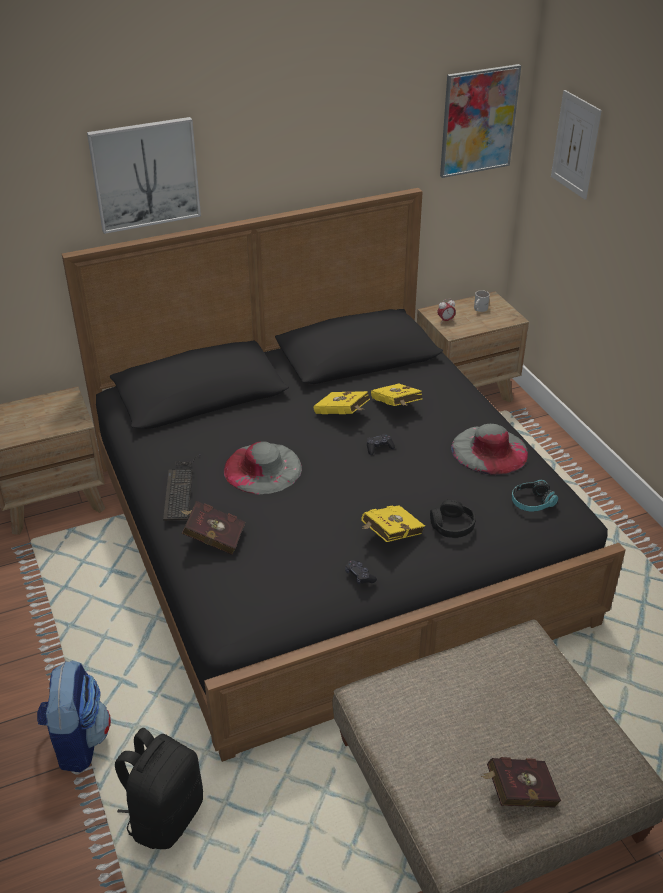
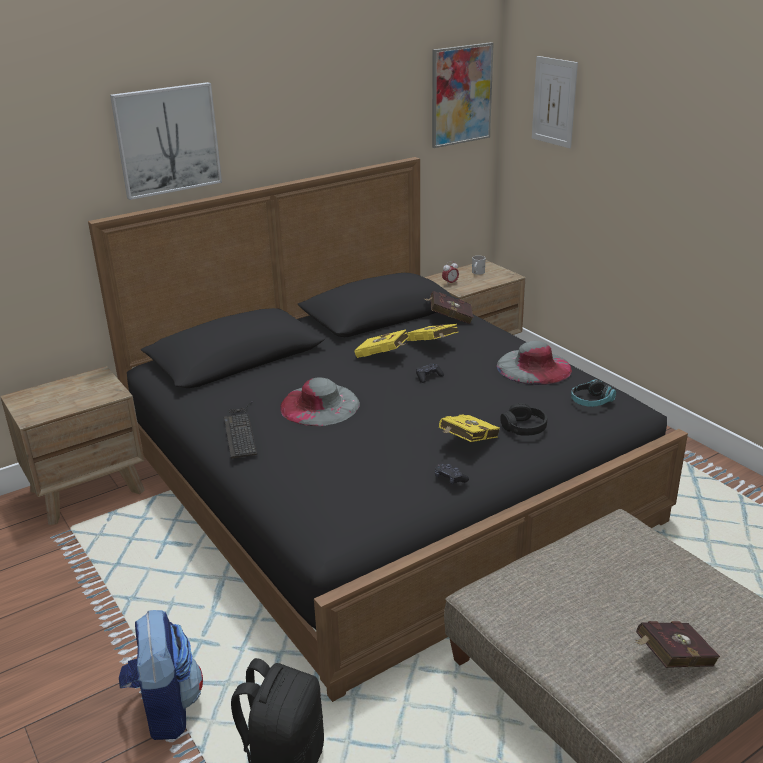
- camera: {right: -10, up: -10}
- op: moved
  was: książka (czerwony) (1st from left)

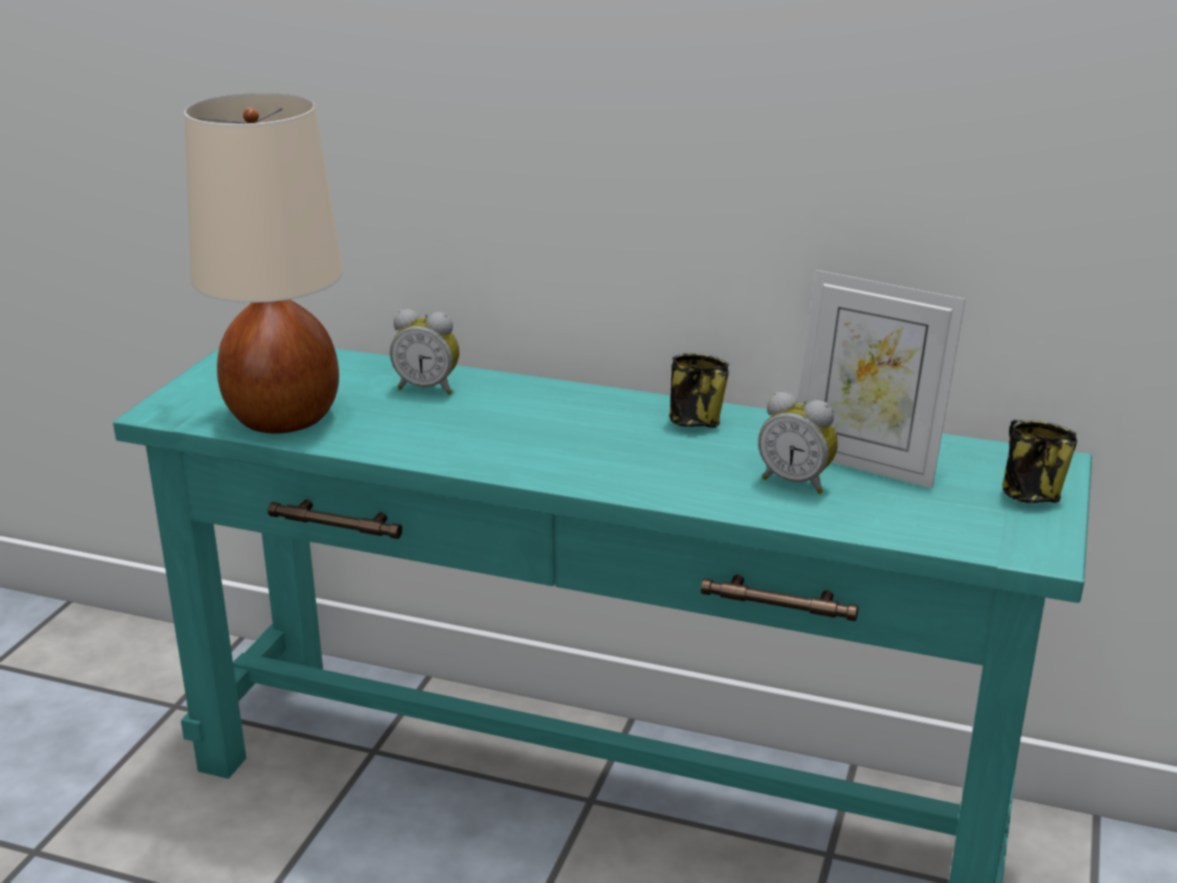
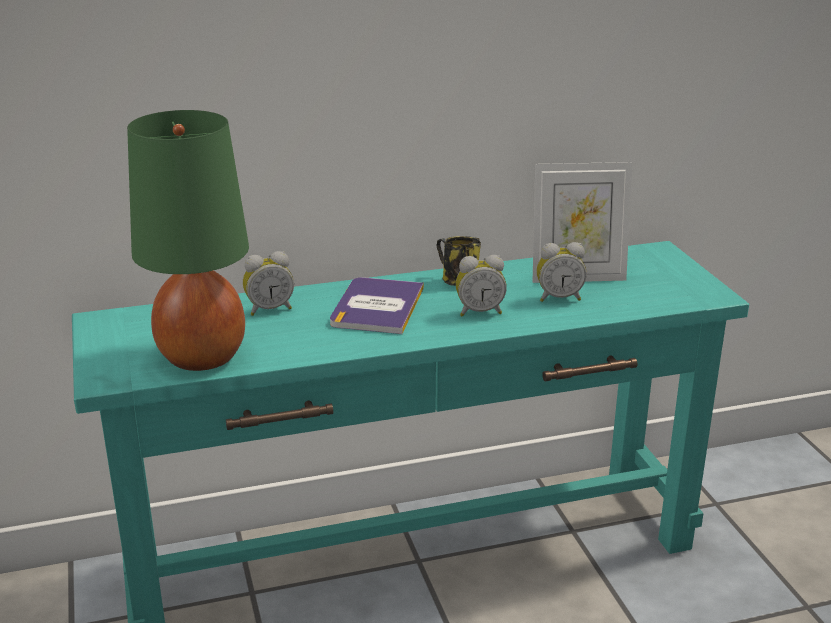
- camera: {right: -35, up: 0}
- op: recoloured
  was: lampa stołowa (beżowy)
  now: lampa stołowa (zielony)
- op: removed
  was: kubek (2nd from left)
- op: added
  now: książka
- op: added
  now: budzik (2nd from left)

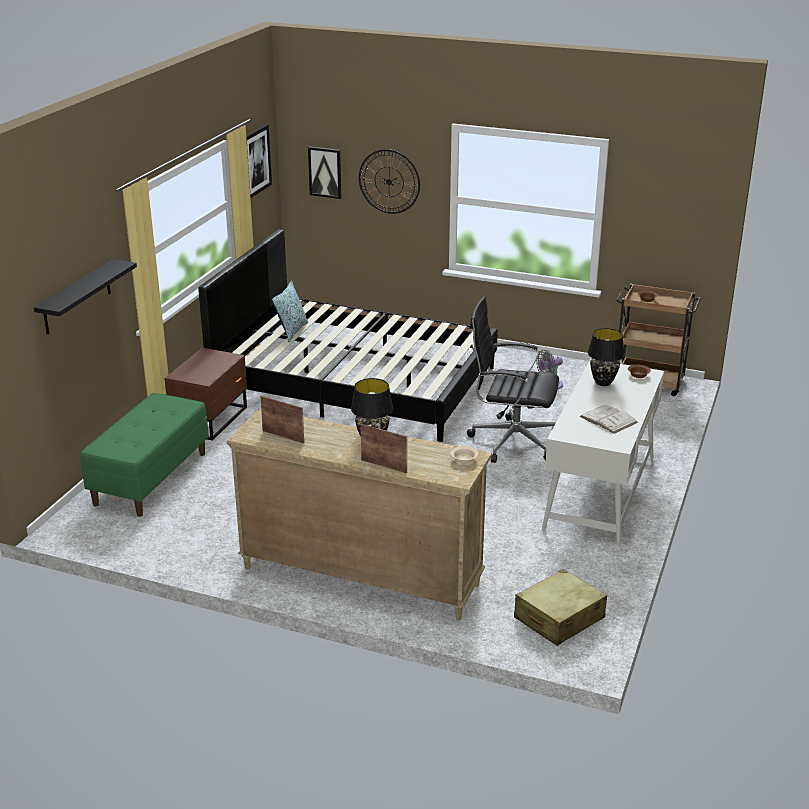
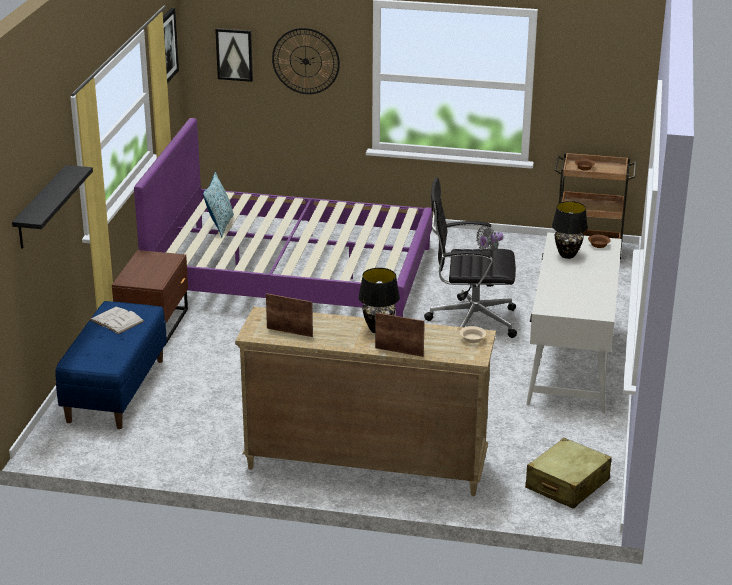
- camera: {right: -10, up: 0}
- op: recoloured
  was: ławka (zielony)
  now: ławka (niebieski)
- op: recoloured
  was: łóżko (czarny)
  now: łóżko (fioletowy)
- op: moved
  was: książka (biały)

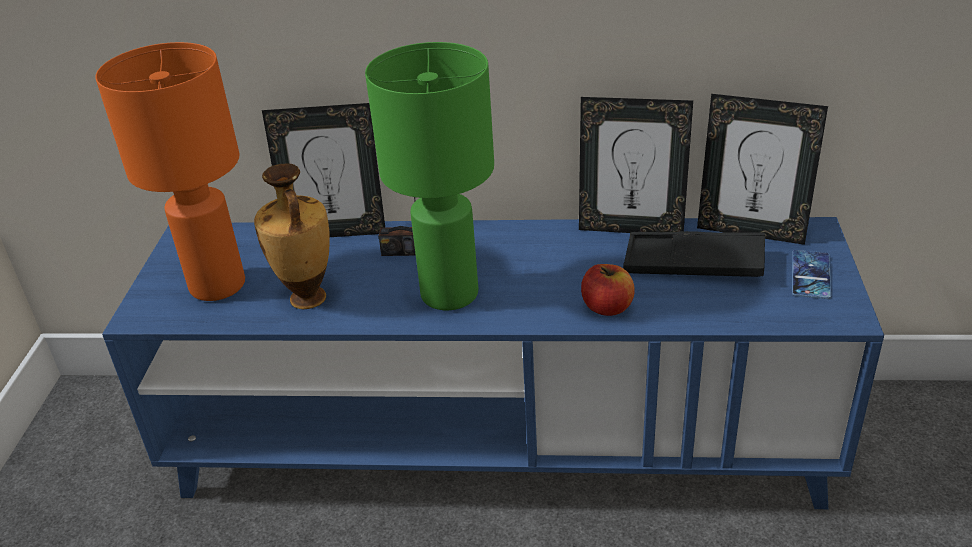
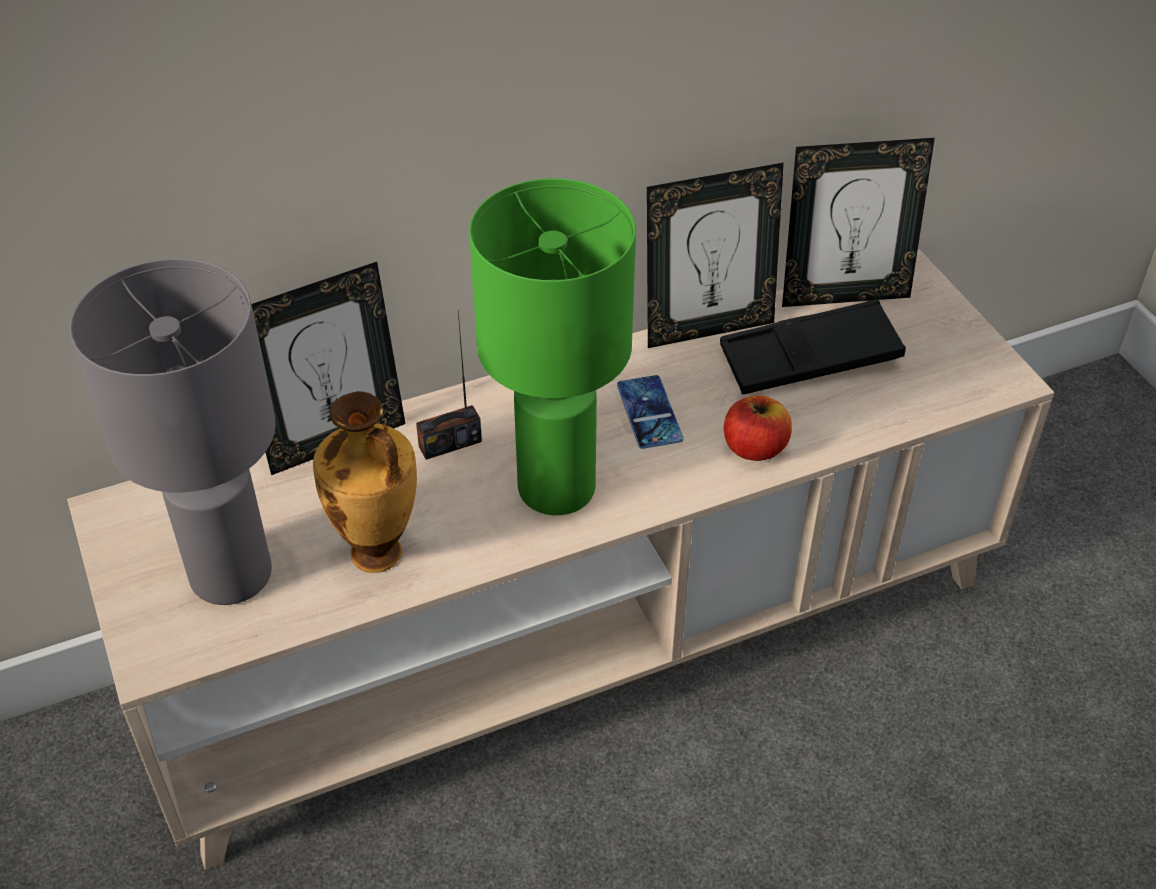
- camera: {right: -30, up: 10}
- op: recoloured
  was: lampa stołowa (pomarańczowy)
  now: lampa stołowa (szary)
- op: recoloured
  was: szafka pod telewizor (niebieski)
  now: szafka pod telewizor (beżowy)
- op: moved
  was: telefon

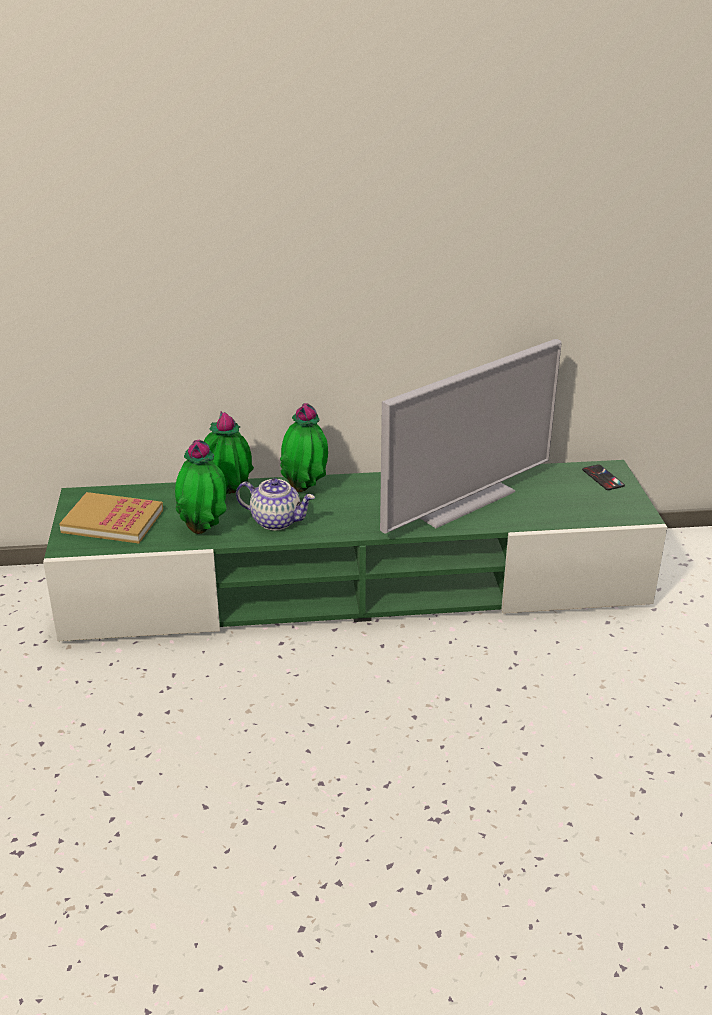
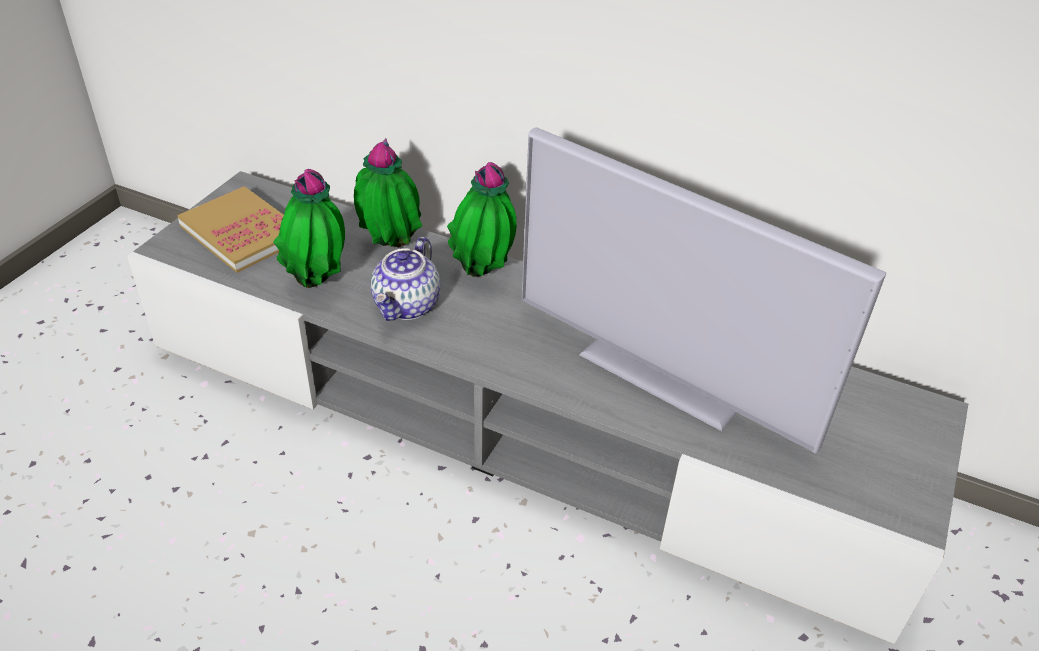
- camera: {right: 30, up: 10}
- op: recoloured
  was: szafka pod telewizor (zielony)
  now: szafka pod telewizor (szary)
- op: turned
  was: imbryk
  clockwise: 60
- op: turned
  was: telewizor
  clockwise: 45
- op: removed
  was: telefon

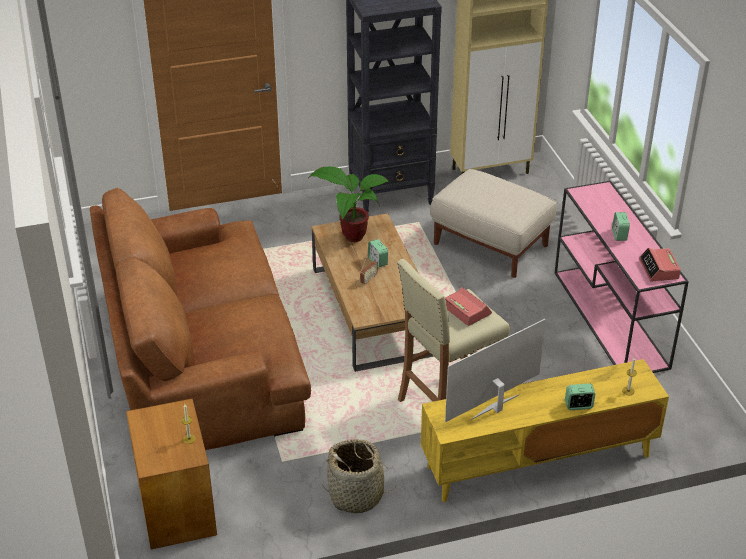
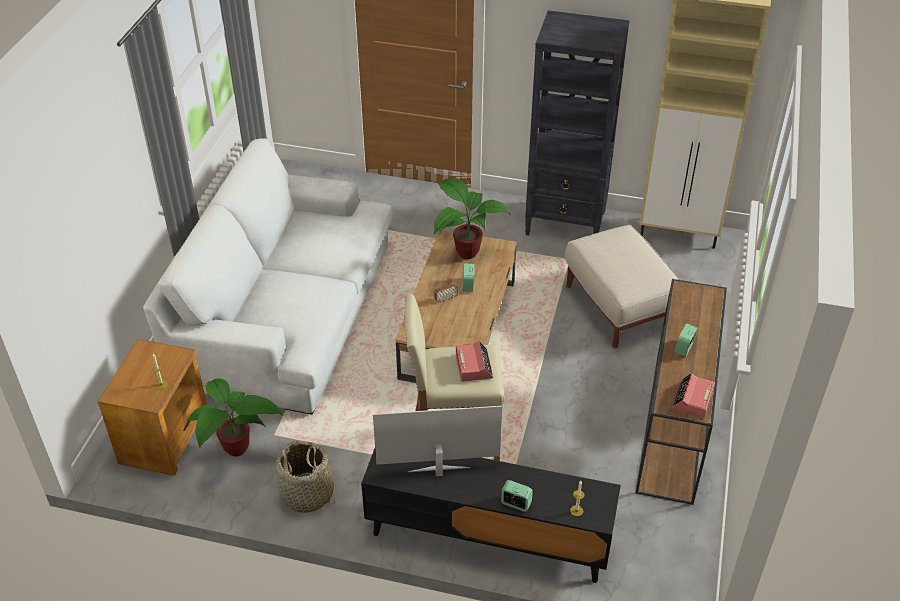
- camera: {right: 30, up: 5}
- op: recoloured
  was: kanapa (brązowy)
  now: kanapa (biały)
- op: recoloured
  was: szafka pod telewizor (żółty)
  now: szafka pod telewizor (czarny)
- op: recoloured
  was: stolik konsolowy (różowy)
  now: stolik konsolowy (brązowy)
- op: added
  now: roślina doniczkowa (1st from left)

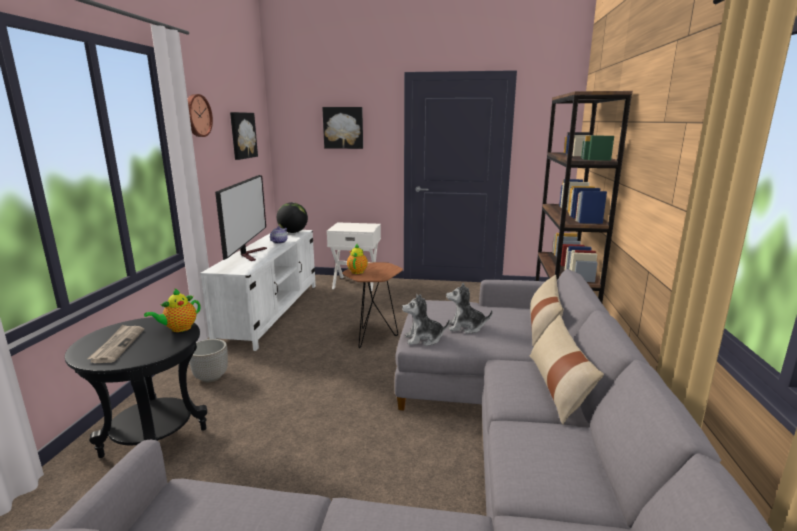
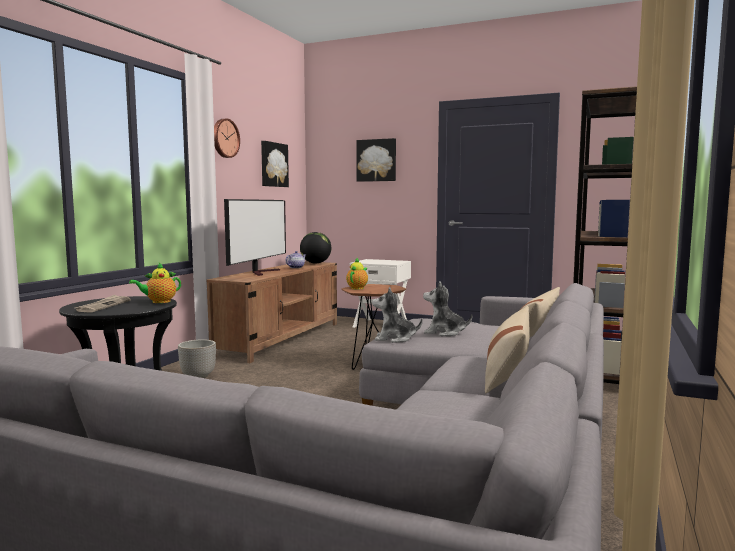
- camera: {right: 15, up: -10}
- op: recoloured
  was: szafka pod telewizor (biały)
  now: szafka pod telewizor (brązowy)

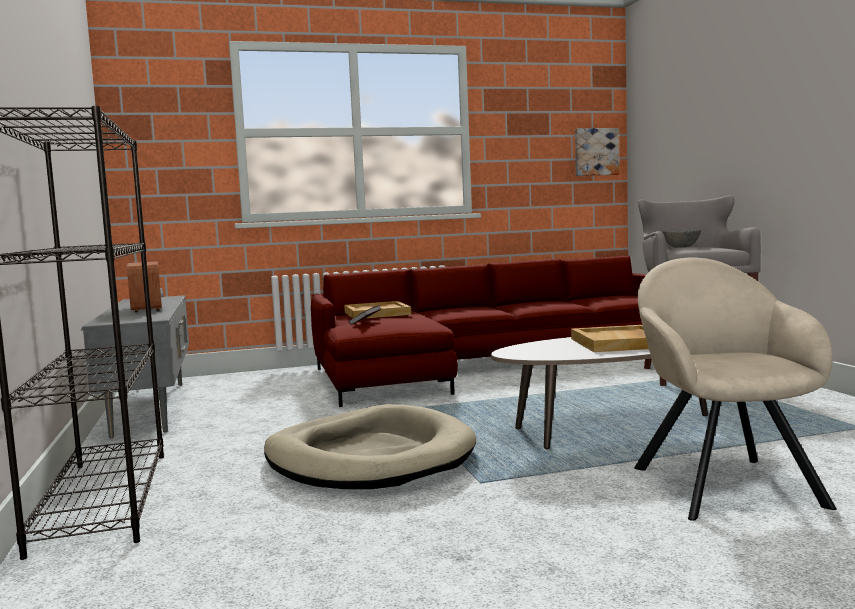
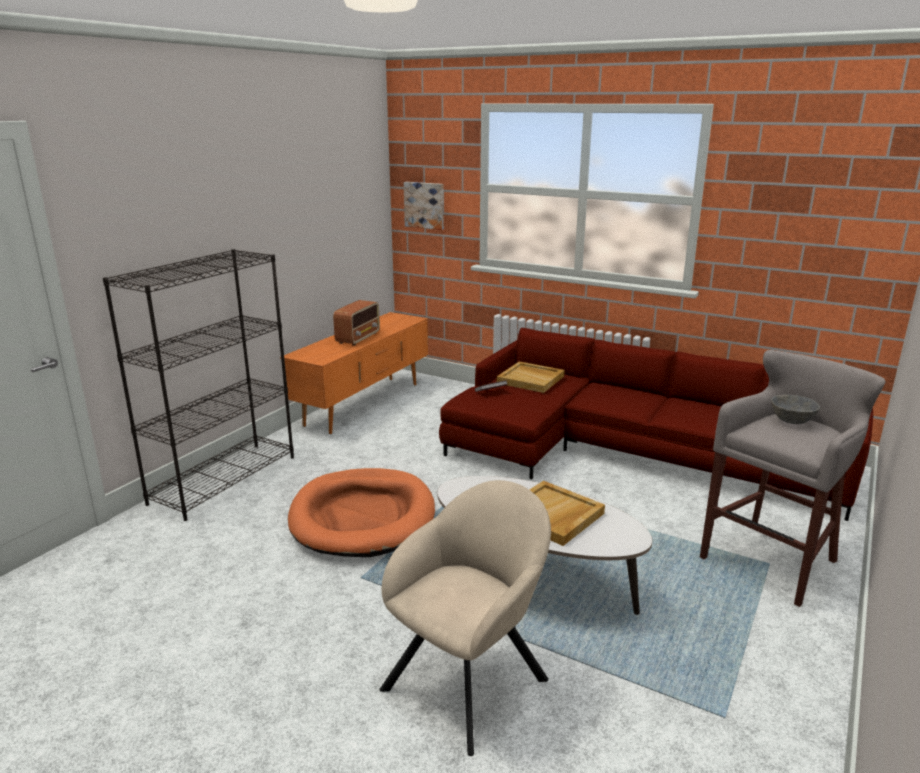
- camera: {right: 45, up: 15}
- op: recoloured
  was: szafka pod telewizor (szary)
  now: szafka pod telewizor (pomarańczowy)
- op: recoloured
  was: legowisko (beżowy)
  now: legowisko (pomarańczowy)
- op: moved
  was: obraz

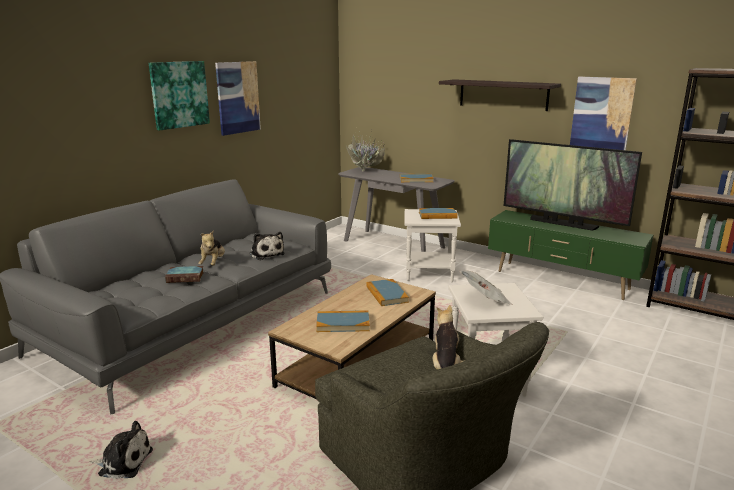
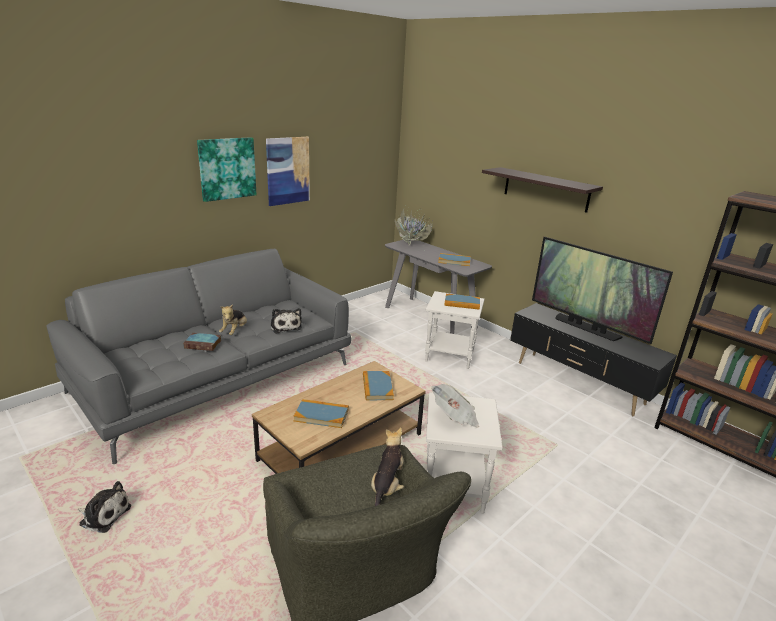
- camera: {right: 10, up: 5}
- op: recoloured
  was: szafka pod telewizor (zielony)
  now: szafka pod telewizor (czarny)
- op: removed
  was: obraz (3rd from left)

